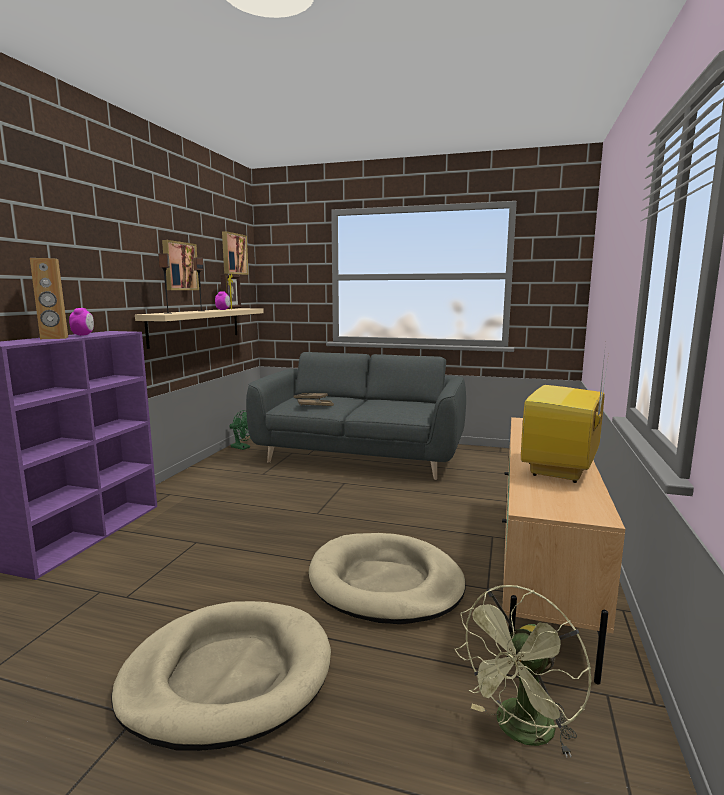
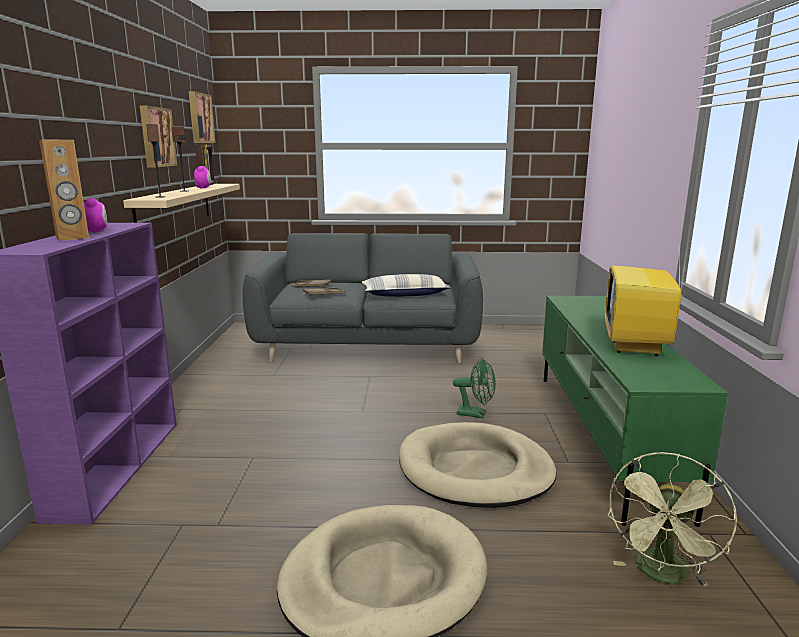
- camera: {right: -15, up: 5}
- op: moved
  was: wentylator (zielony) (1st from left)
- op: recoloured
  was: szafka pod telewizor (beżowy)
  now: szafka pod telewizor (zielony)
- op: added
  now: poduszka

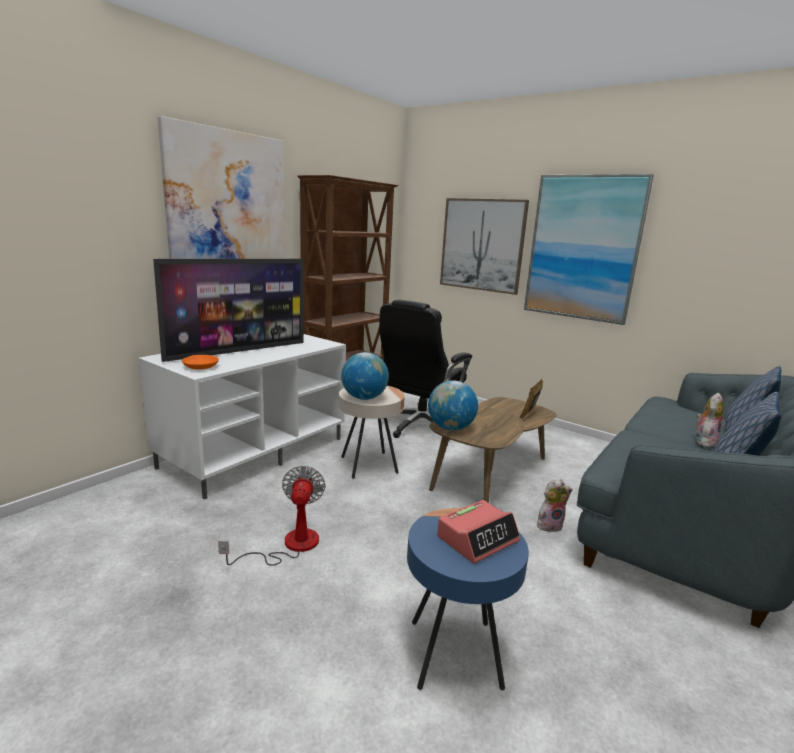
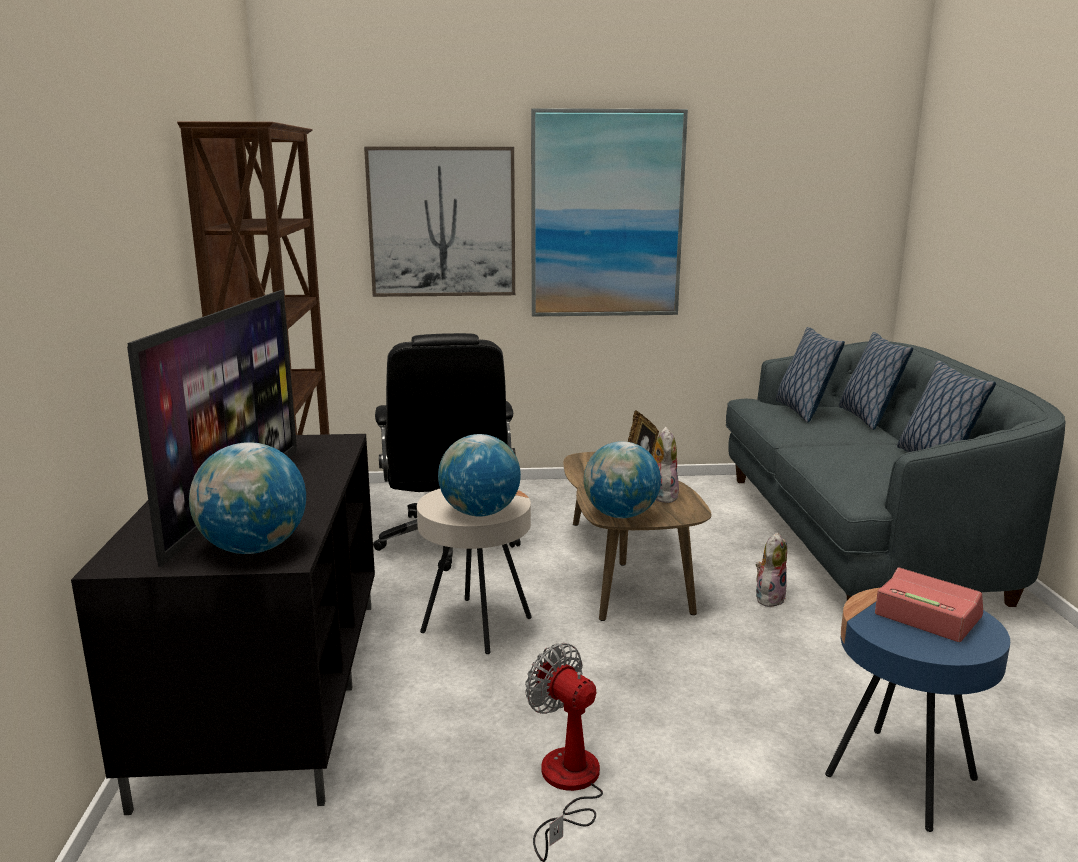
- camera: {right: -40, up: 0}
- op: recoloured
  was: szafka pod telewizor (biały)
  now: szafka pod telewizor (czarny)
- op: removed
  was: obraz (1st from left)
- op: replaced
  was: miska (pomarańczowy)
  now: globus (1st from left)
- op: turned
  was: budzik
  clockwise: -60
- op: moved
  was: pluszak (2nd from left in the first image)
  now: pluszak (1st from left)
- op: added
  now: poduszka (1st from left)

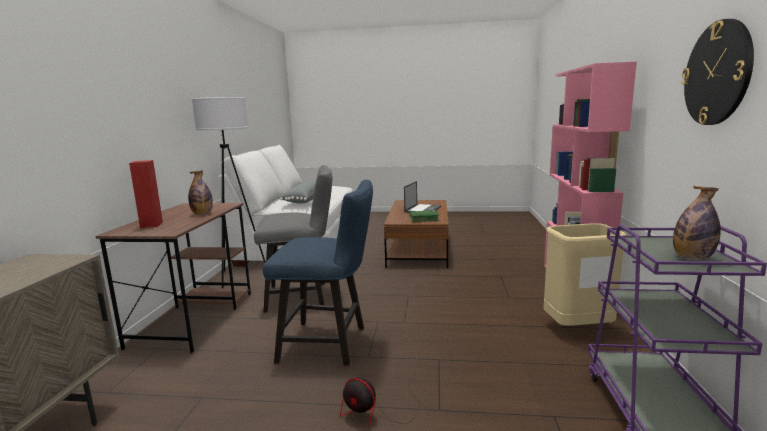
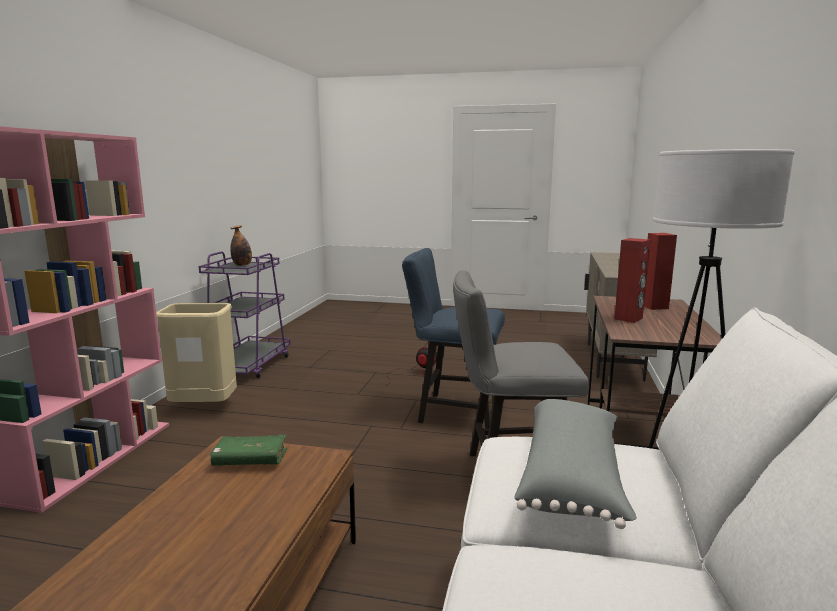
- camera: {right: -175, up: 0}
- op: replaced
  was: butelka (1st from left)
  now: głośnik (czerwony) (1st from left)
- op: removed
  was: laptop
- op: removed
  was: zegar ścienny

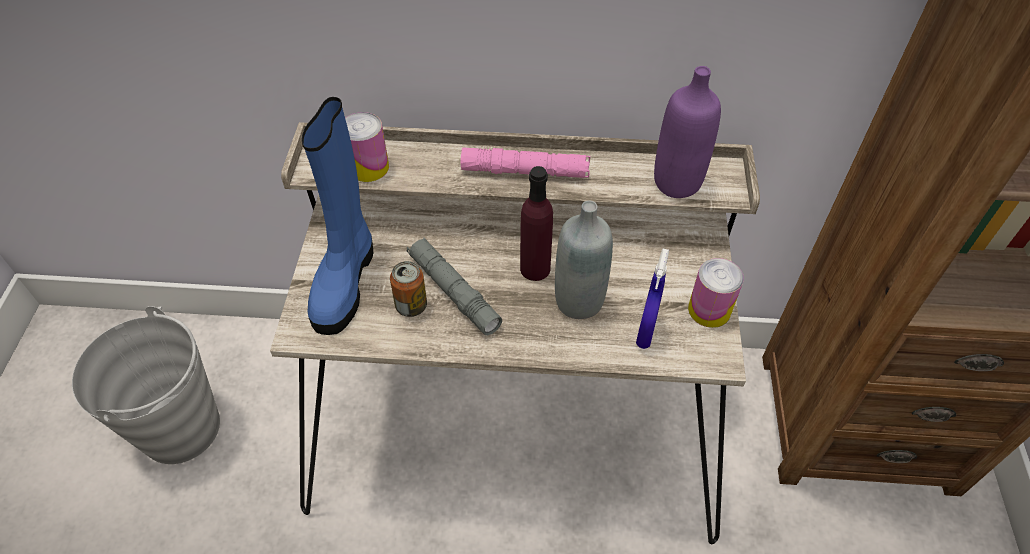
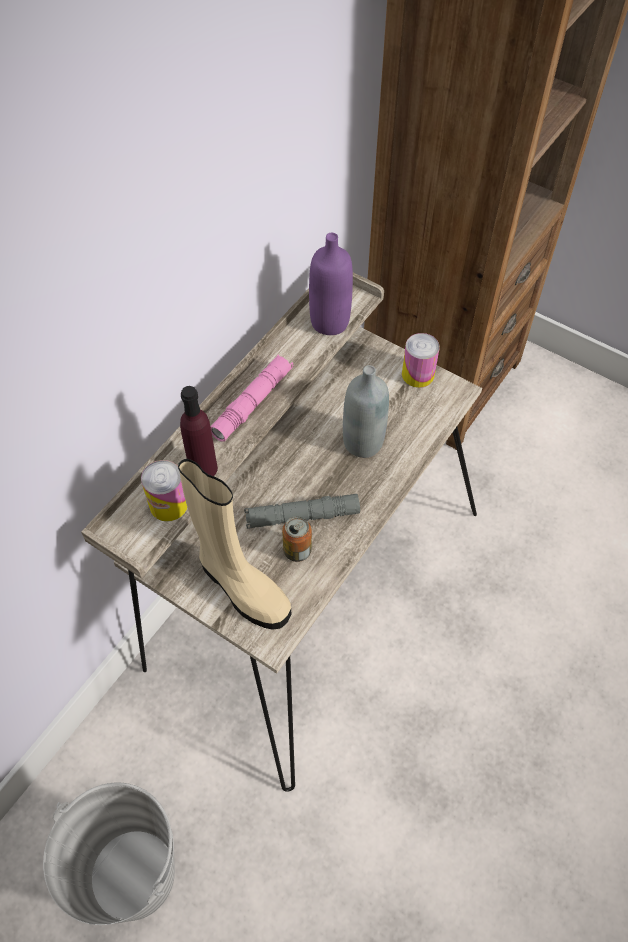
- camera: {right: -60, up: 5}
- op: recoloured
  was: but z cholewką (niebieski)
  now: but z cholewką (beżowy)
- op: moved
  was: butelka (fioletowy) (1st from left)
- op: removed
  was: spryskiwacz (niebieski)

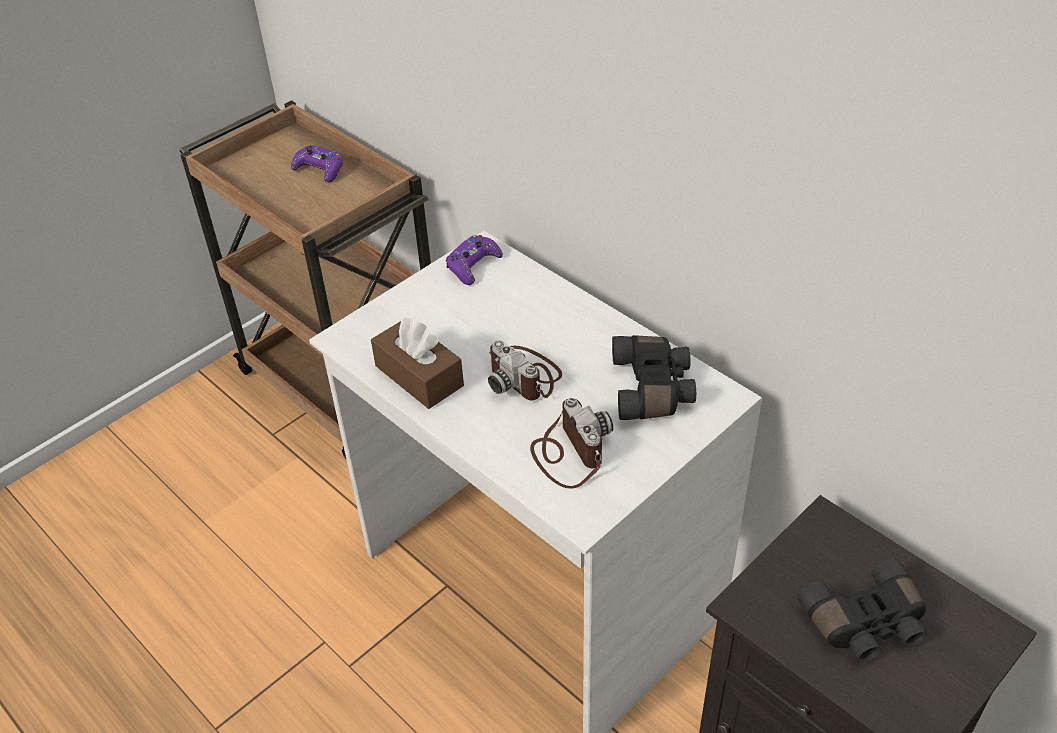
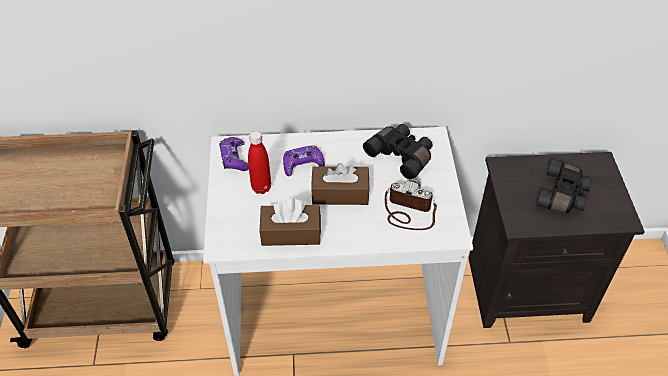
- camera: {right: -50, up: 5}
- op: moved
  was: pad do gier (fioletowy) (1st from left in the first image)
  now: pad do gier (fioletowy) (2nd from left)
- op: replaced
  was: aparat fotograficzny (1st from left)
  now: pudełko chusteczek (brązowy) (2nd from left)
- op: added
  now: butelka (czerwony)

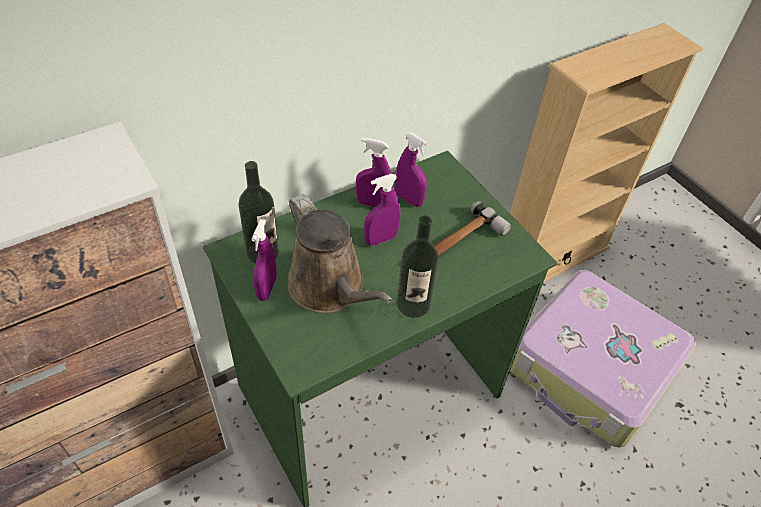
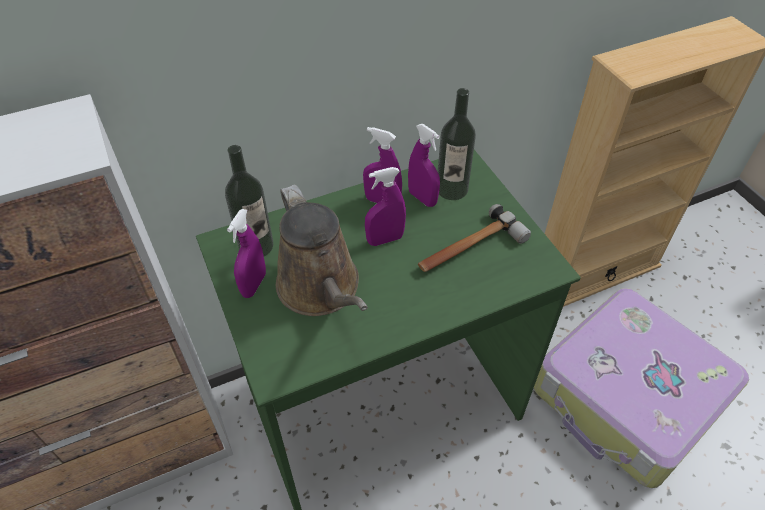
- camera: {right: 10, up: 0}
- op: moved
  was: butelka (2nd from left)

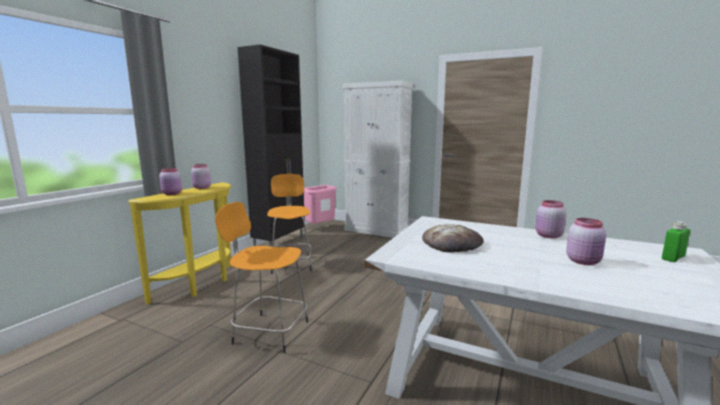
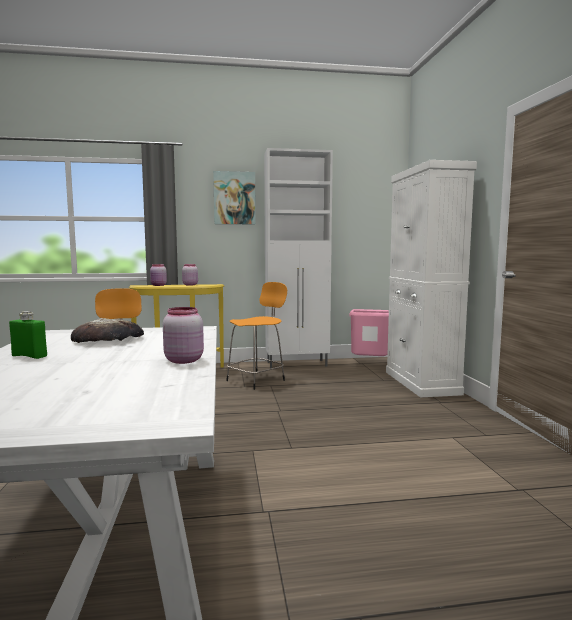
- camera: {right: 55, up: -5}
- op: recoloured
  was: szafka (czarny)
  now: szafka (biały) (1st from left)
- op: removed
  was: słoik (różowy) (4th from left)
- op: moved
  was: butelka (zielony)
- op: added
  now: obraz

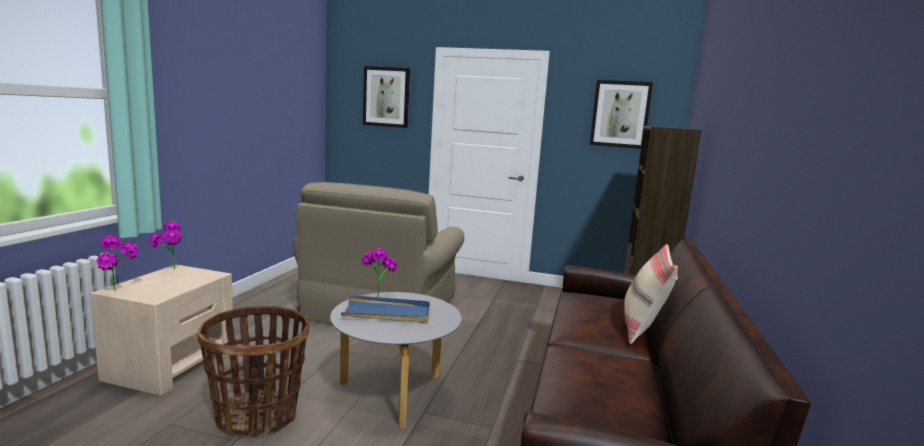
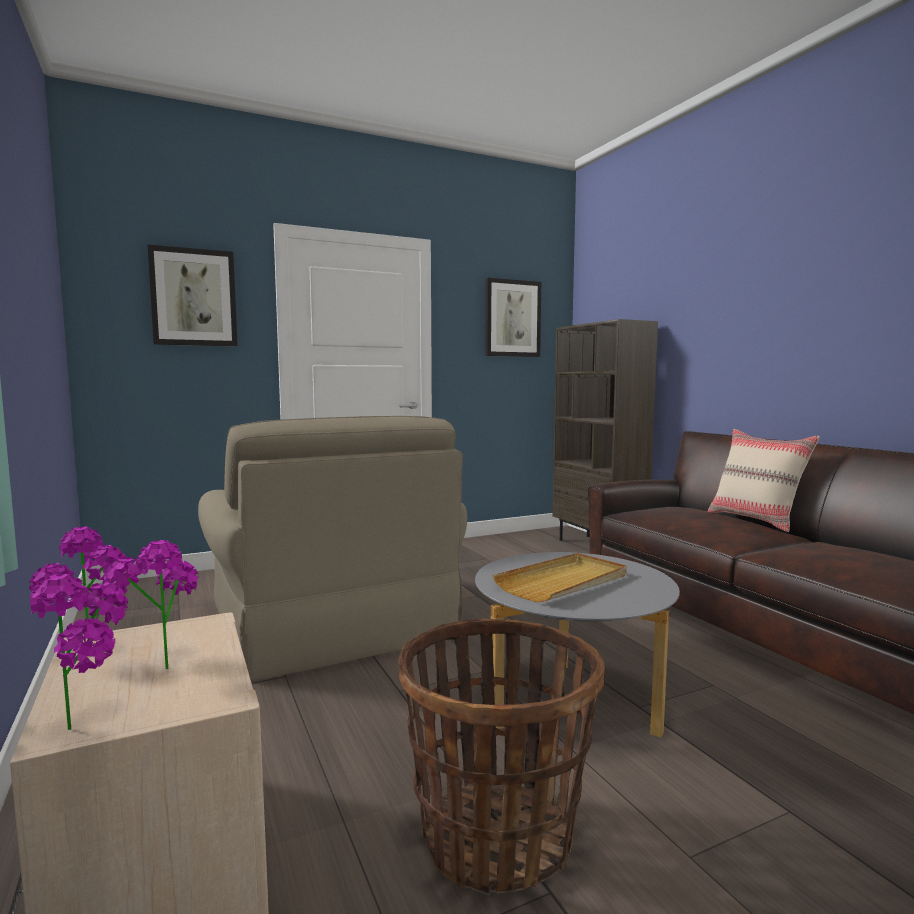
- camera: {right: -40, up: -5}
- op: recoloured
  was: taca (niebieski)
  now: taca (beżowy)
- op: moved
  was: roślina doniczkowa (3rd from left)

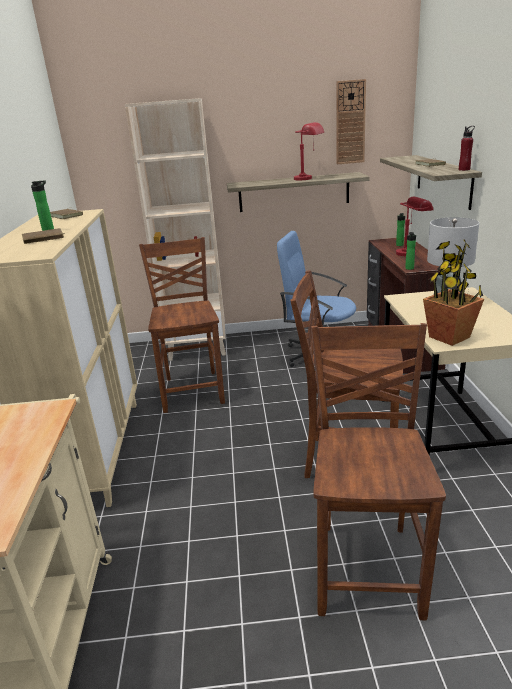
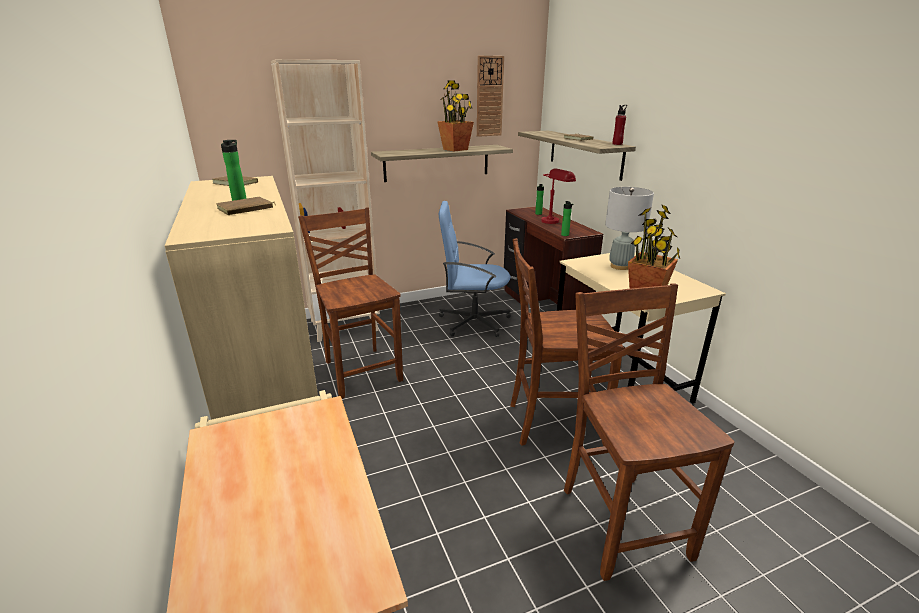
- camera: {right: -20, up: 0}
- op: replaced
  was: lampa stołowa (czerwony) (1st from left)
  now: roślina doniczkowa (1st from left)

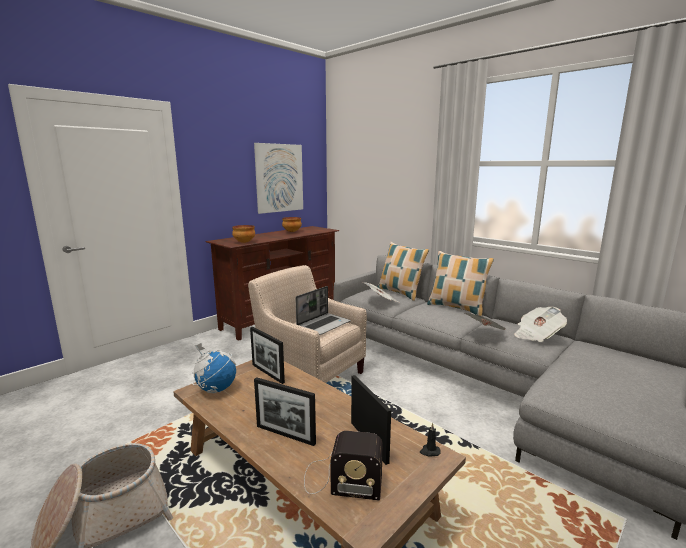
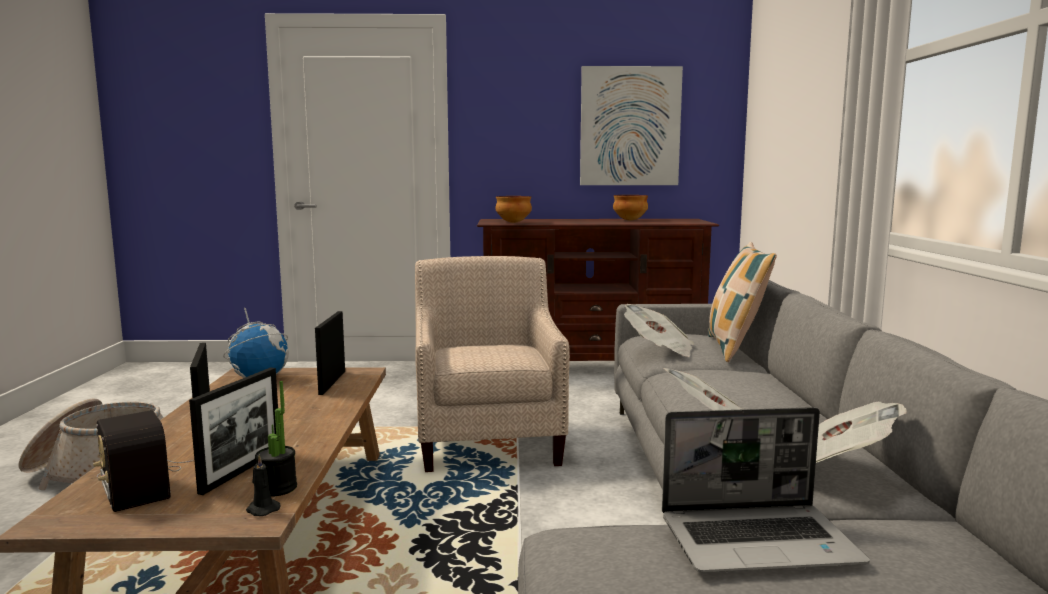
- camera: {right: 45, up: -5}
- op: moved
  was: laptop
- op: removed
  was: poduszka (2nd from left)
- op: added
  now: roślina doniczkowa

